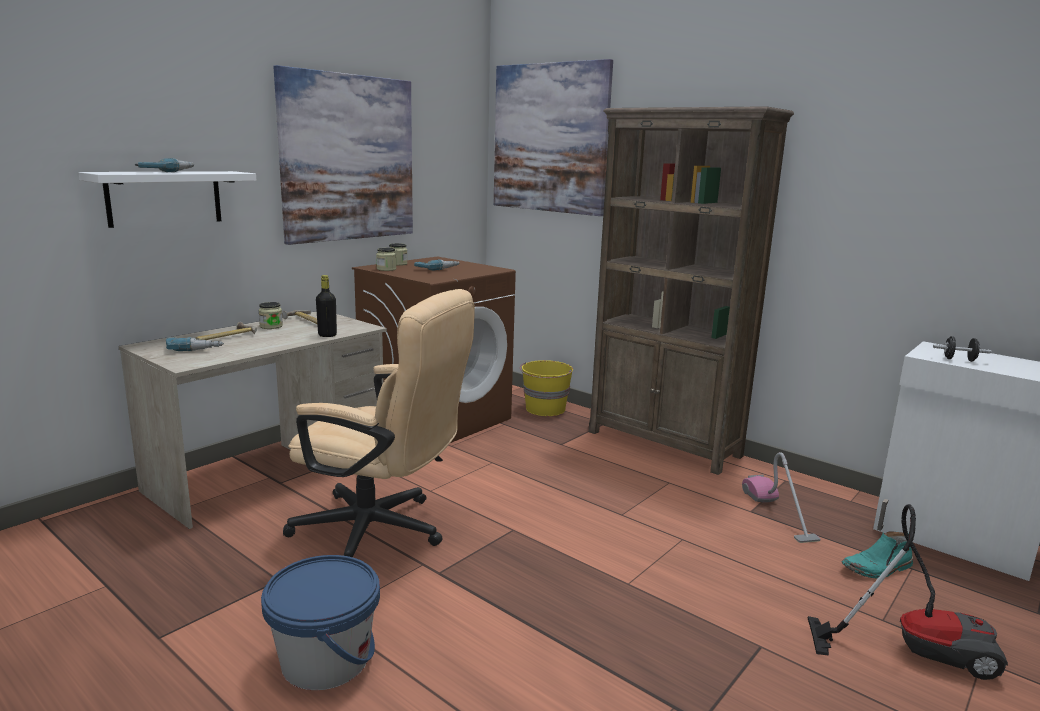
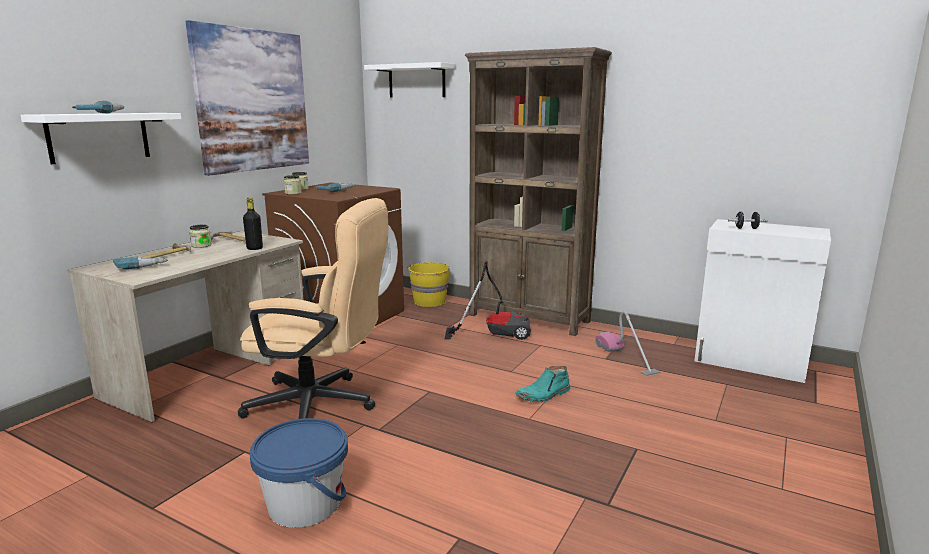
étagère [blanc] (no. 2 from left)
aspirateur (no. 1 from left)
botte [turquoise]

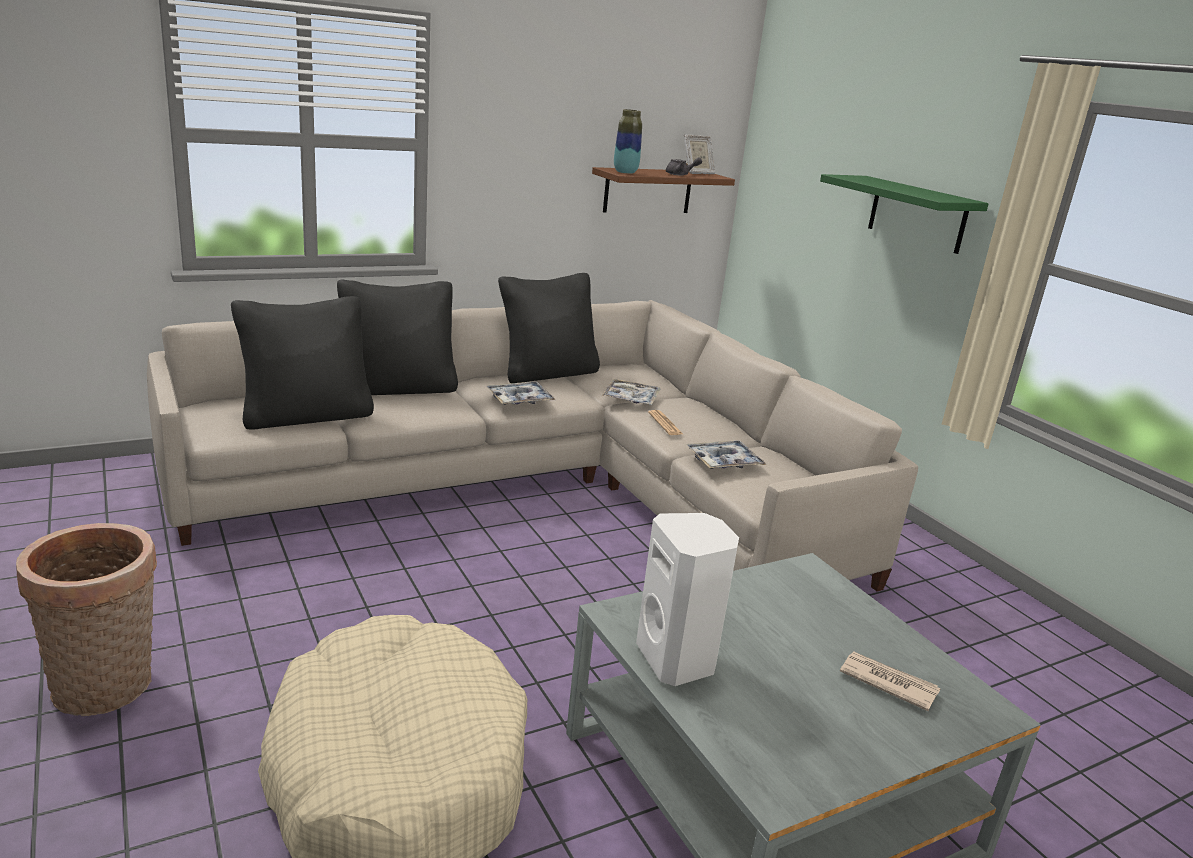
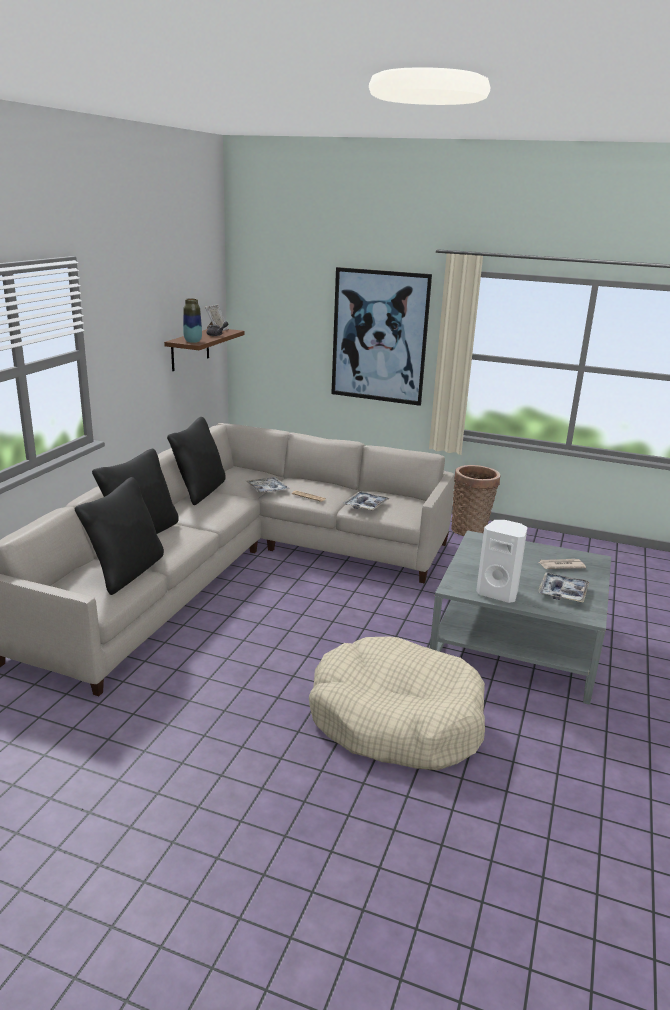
tableau
panier
plateau (no. 3 from left)

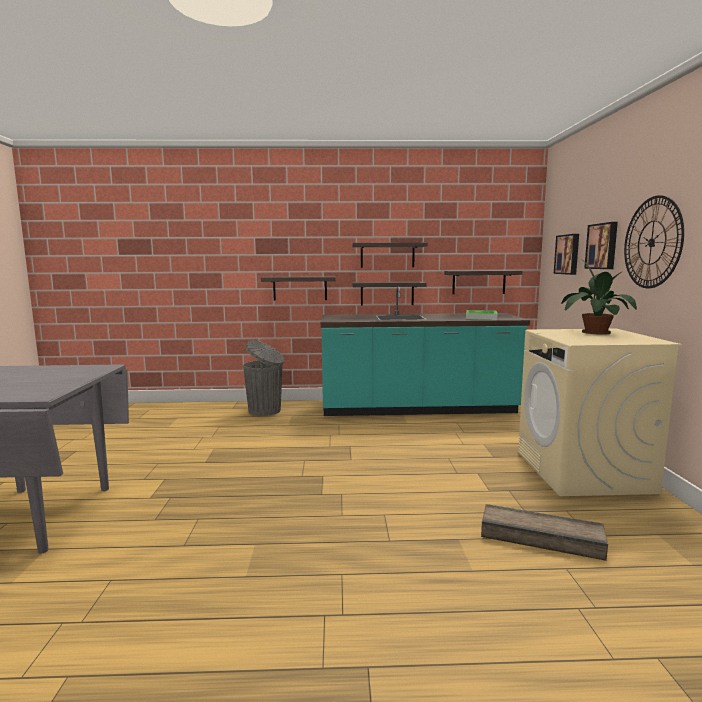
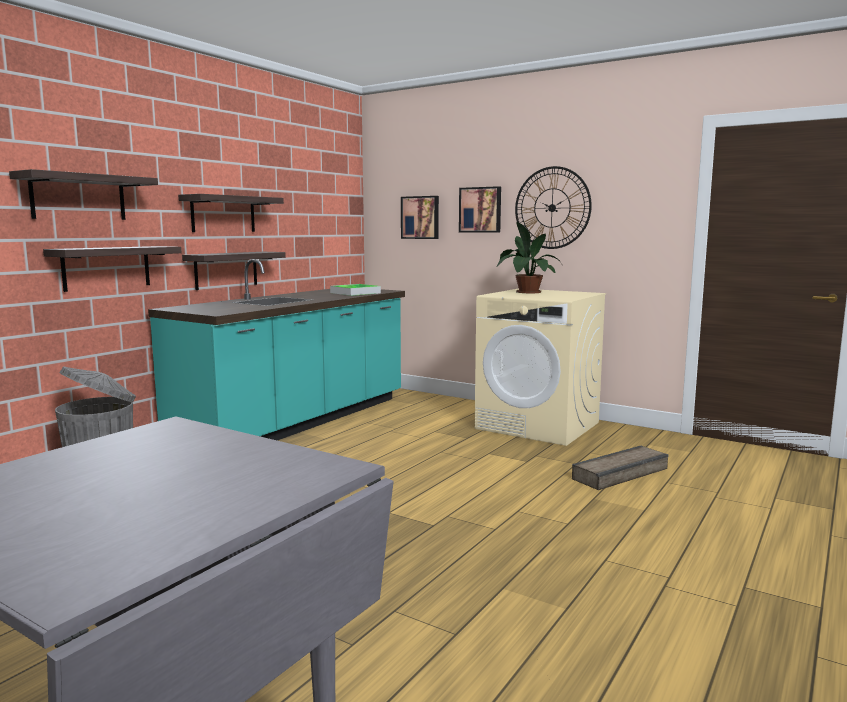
étagère (no. 1 from left)

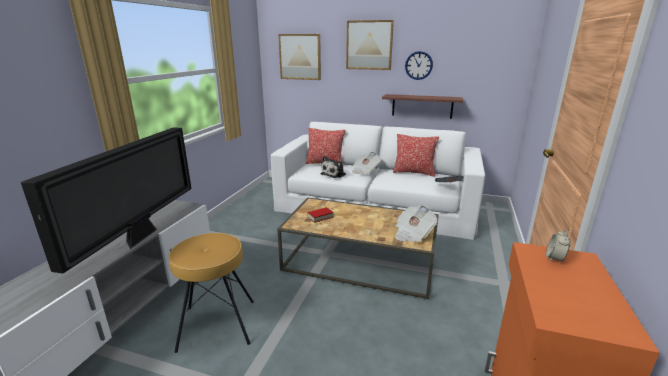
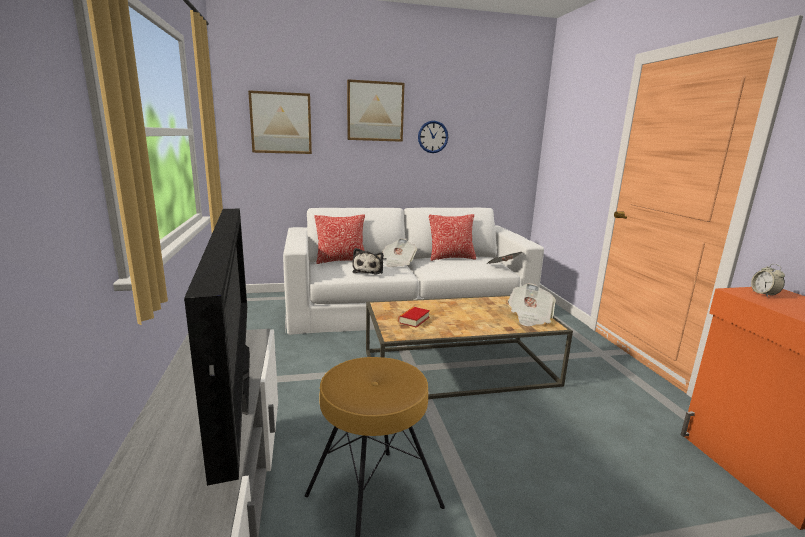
étagère

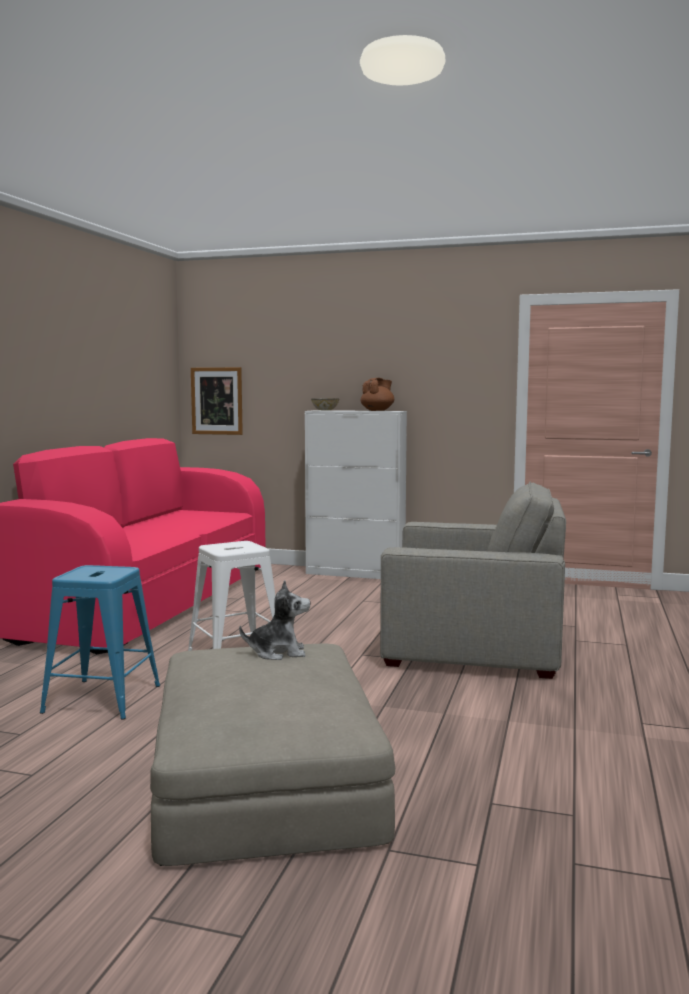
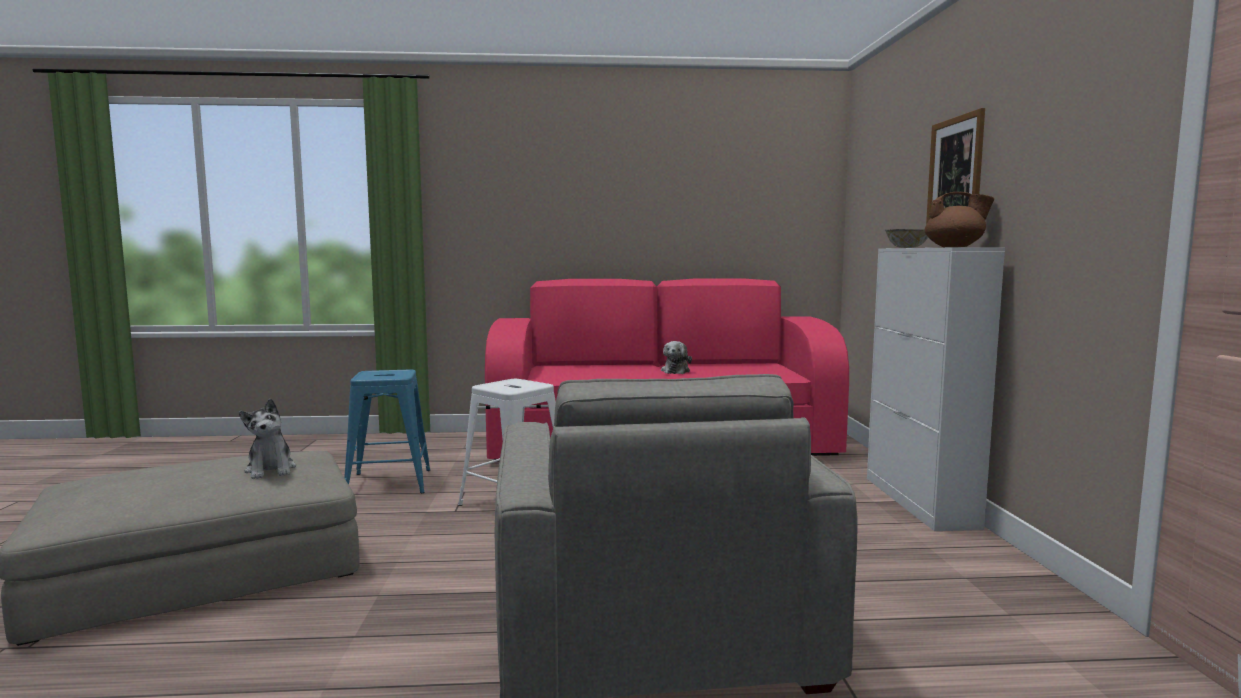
peluche (no. 2 from left)
tableau

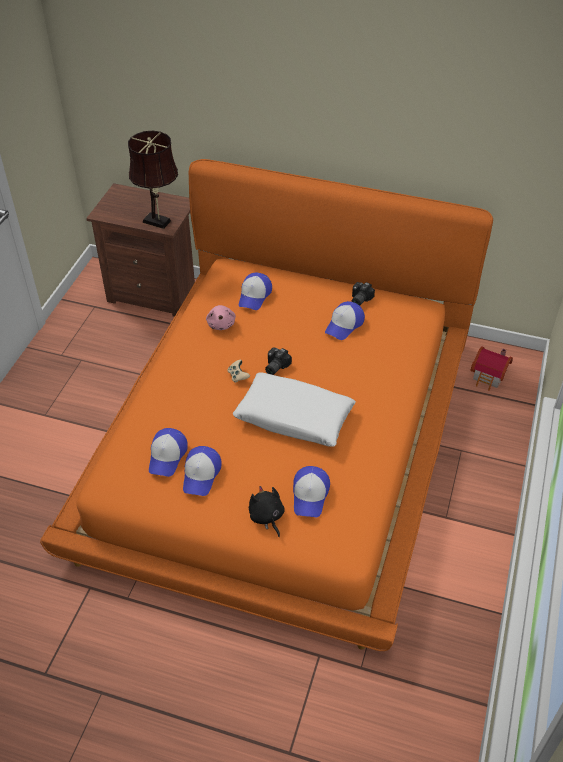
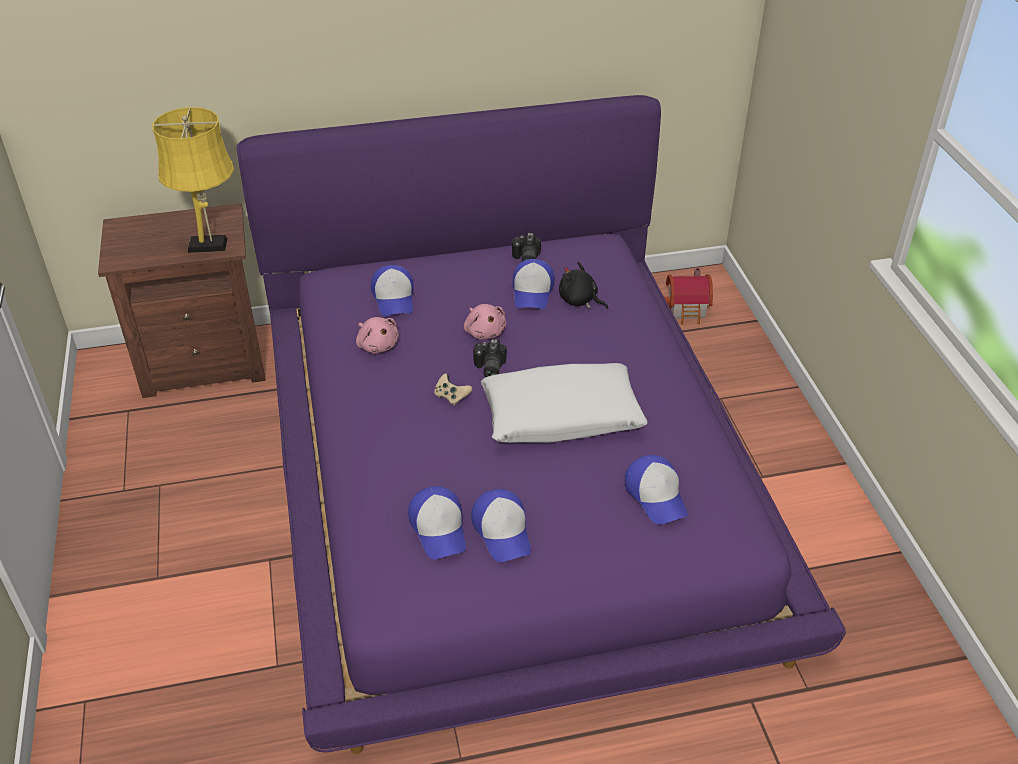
lampe de table [jaune]
lit [violet]
peluche [rose] (no. 2 from left)
peluche [noir]

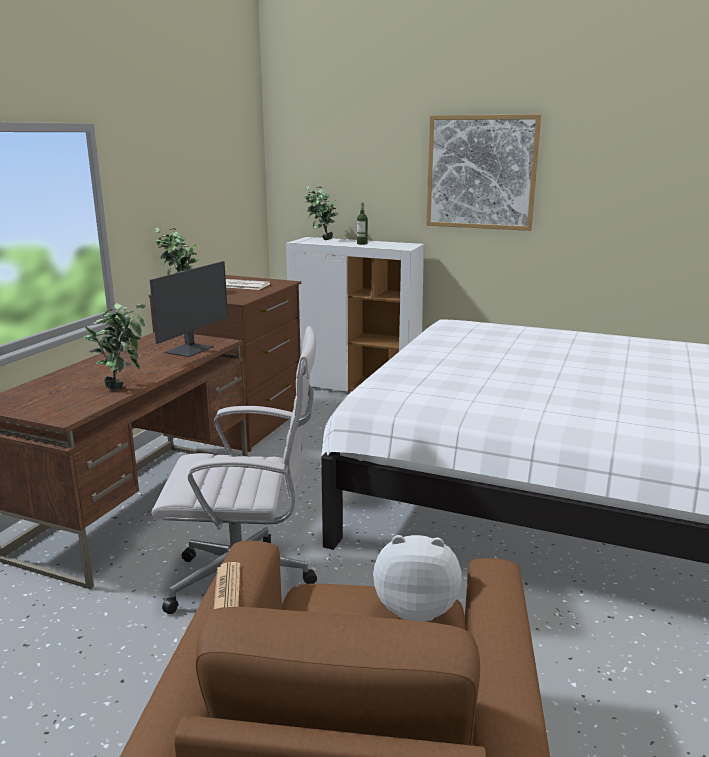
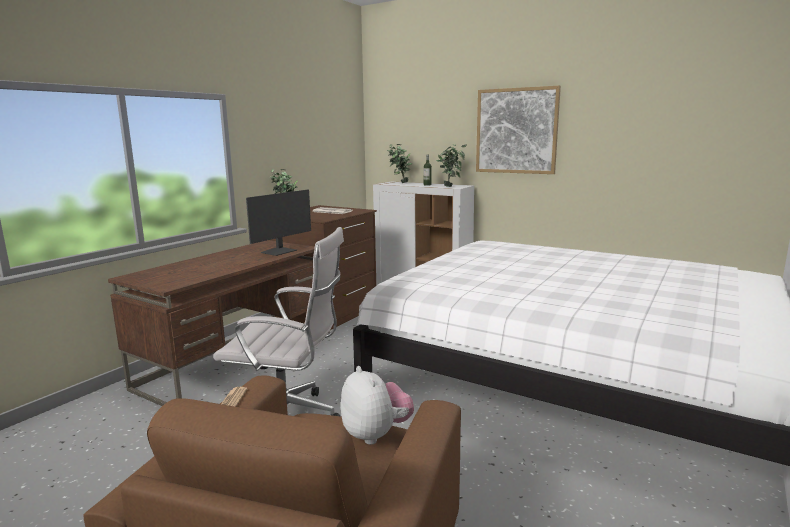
peluche
plante en pot (no. 3 from left)

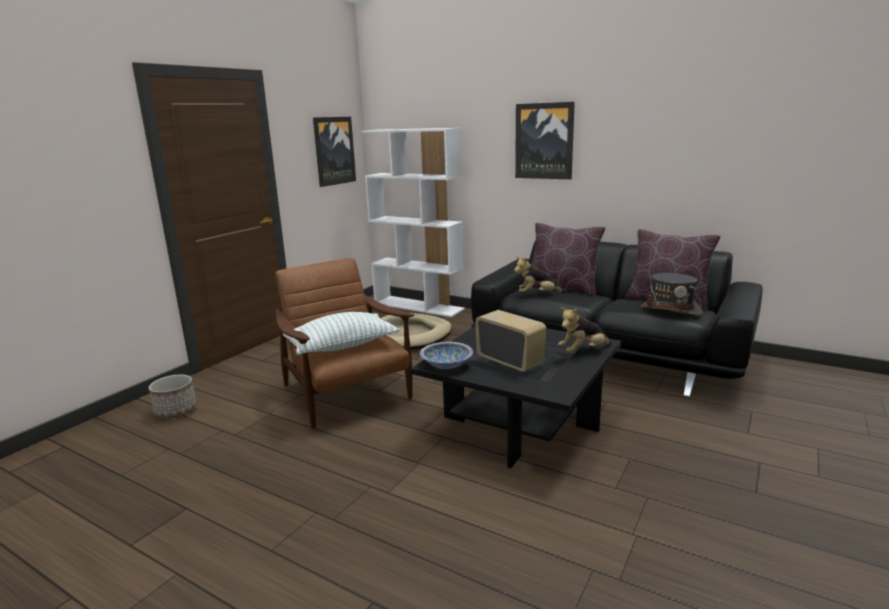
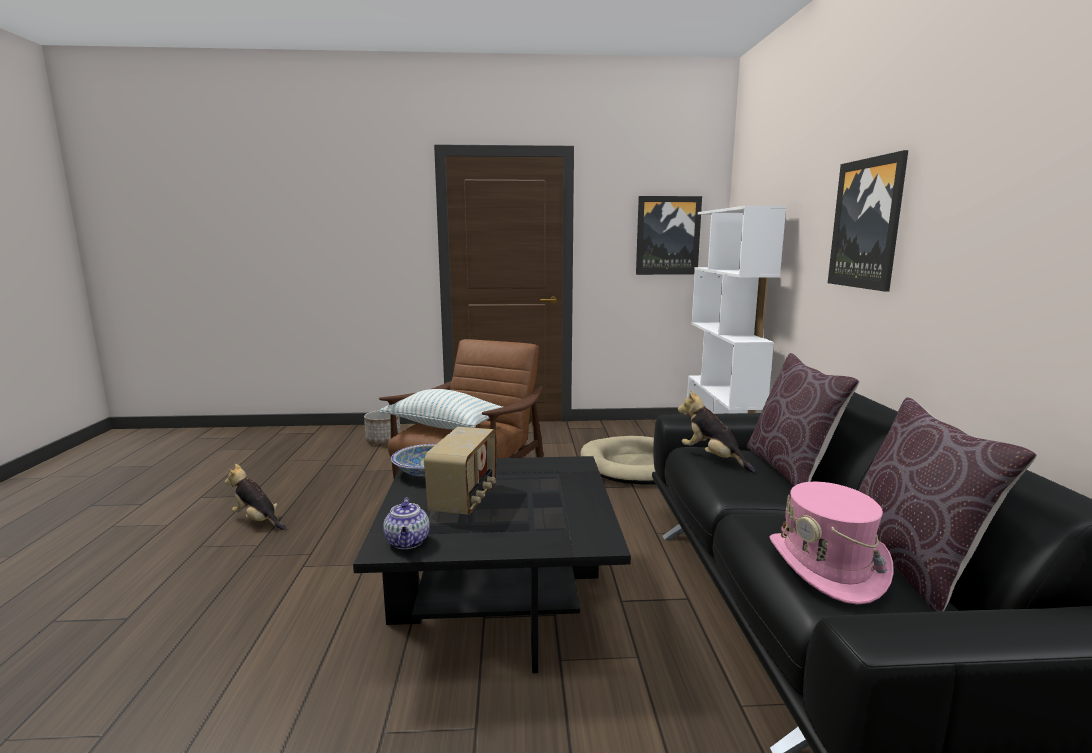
peluche (no. 1 from left)
théière
chapeau [rose]

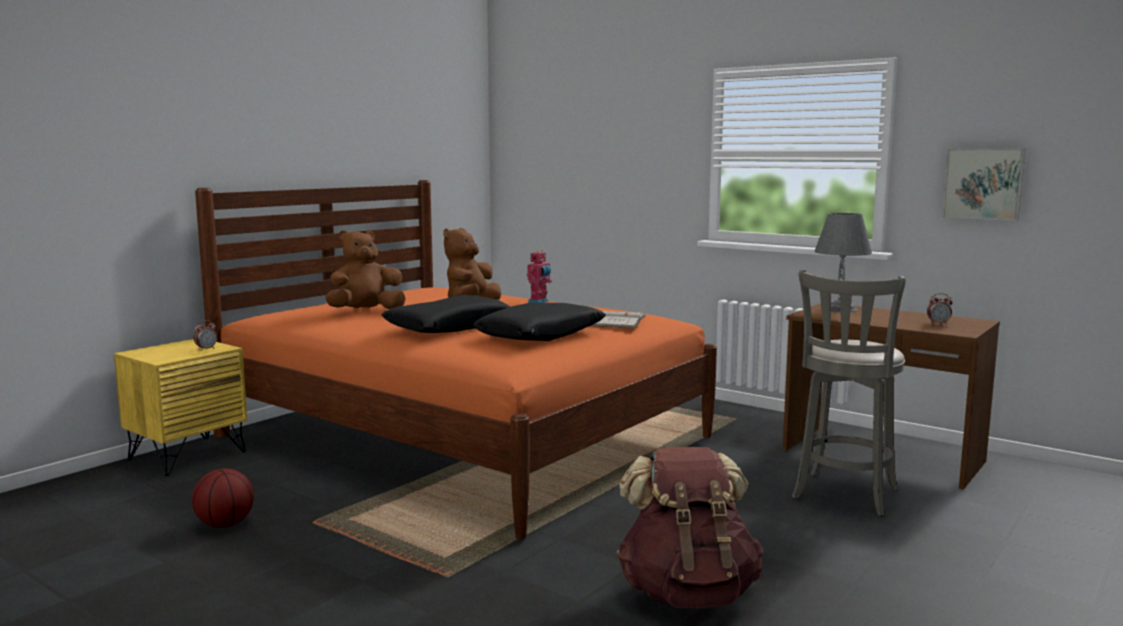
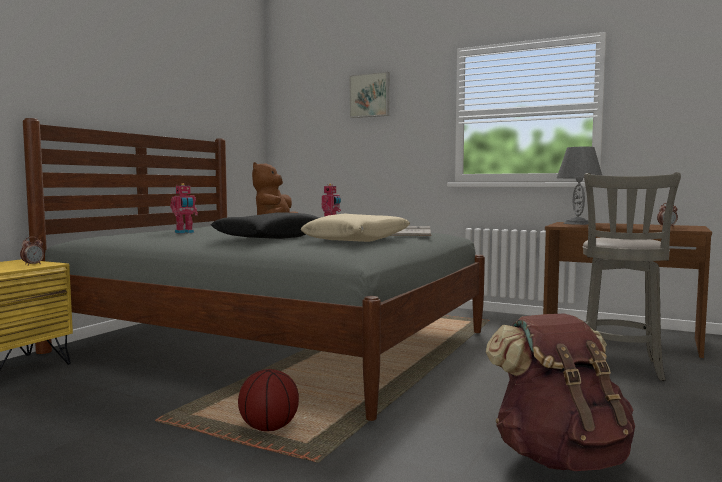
lit [gris]
robot jouet (no. 1 from left)
ballon de basket
coussin [beige]
tableau

